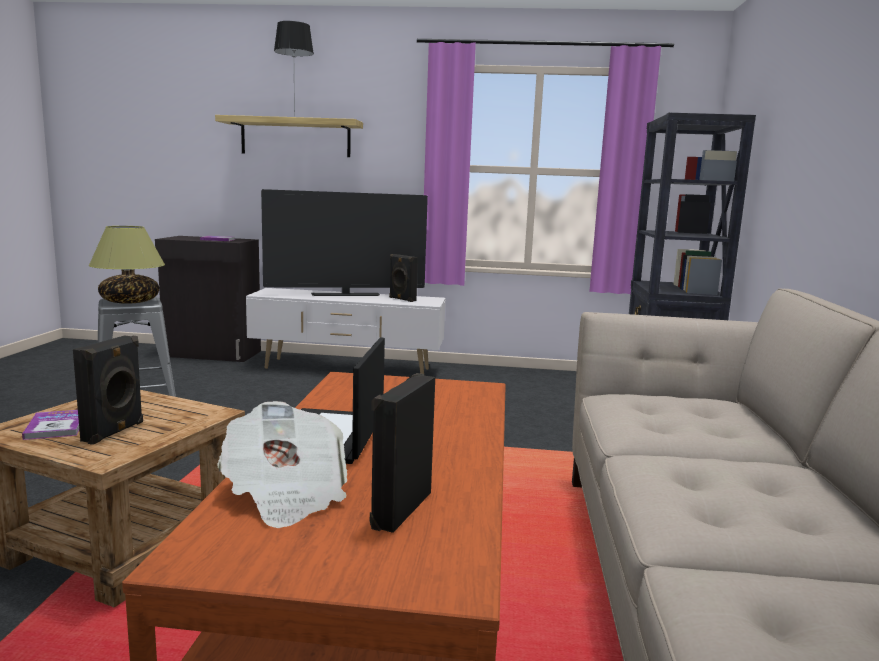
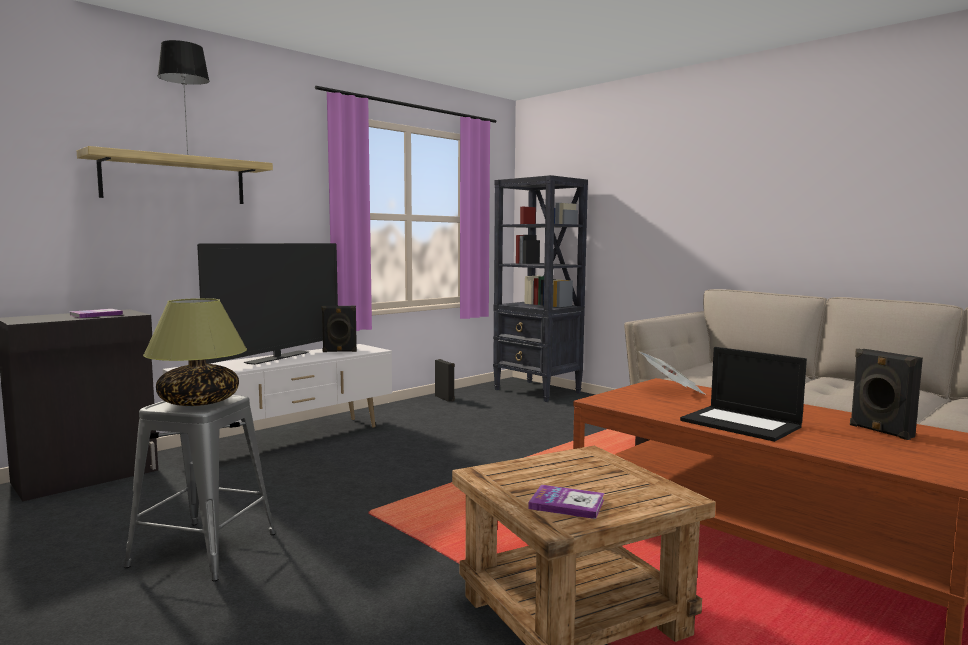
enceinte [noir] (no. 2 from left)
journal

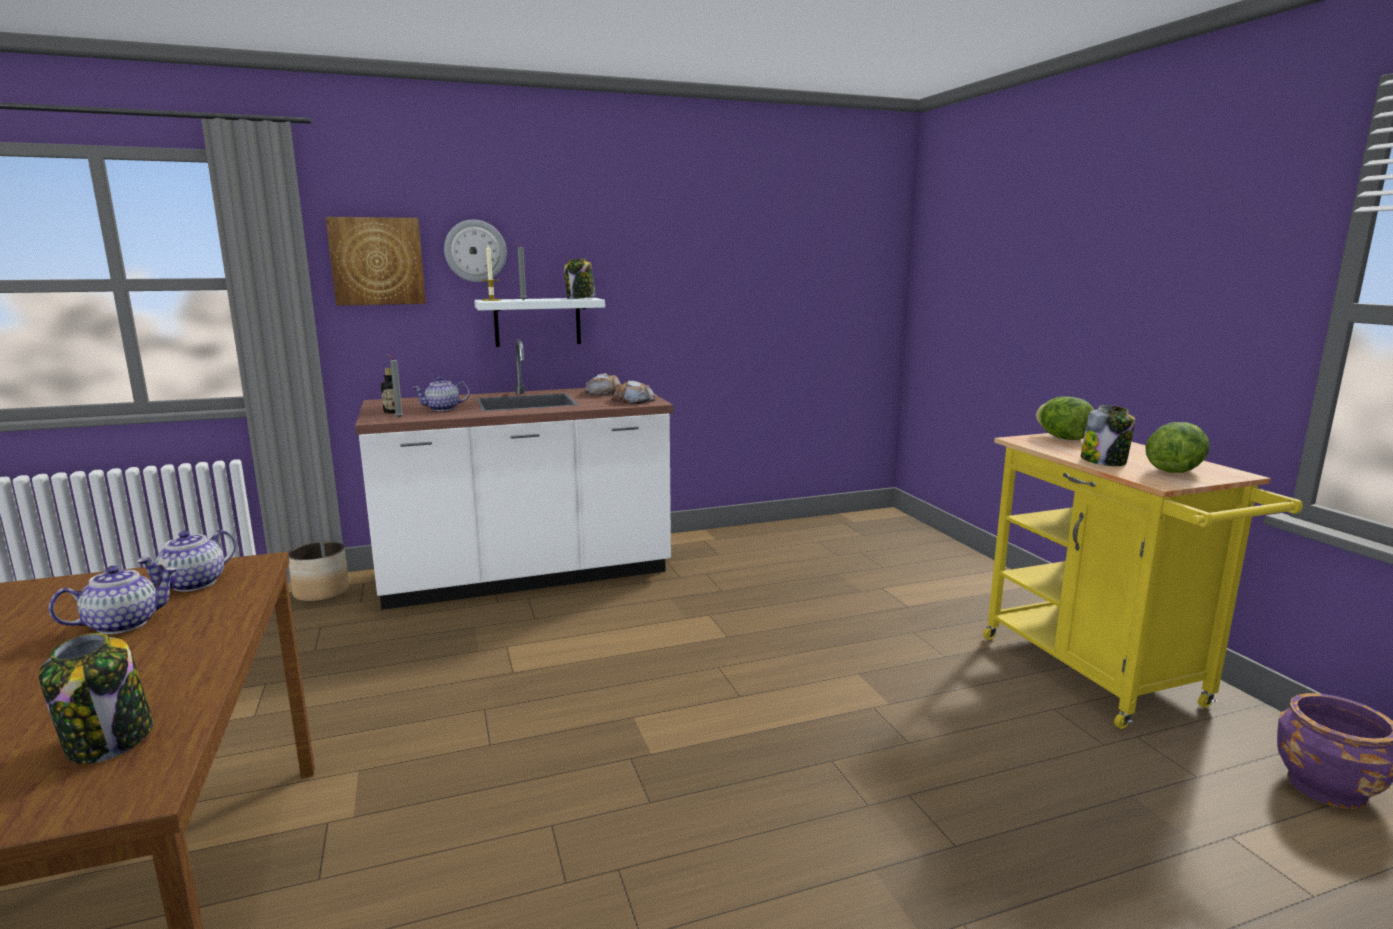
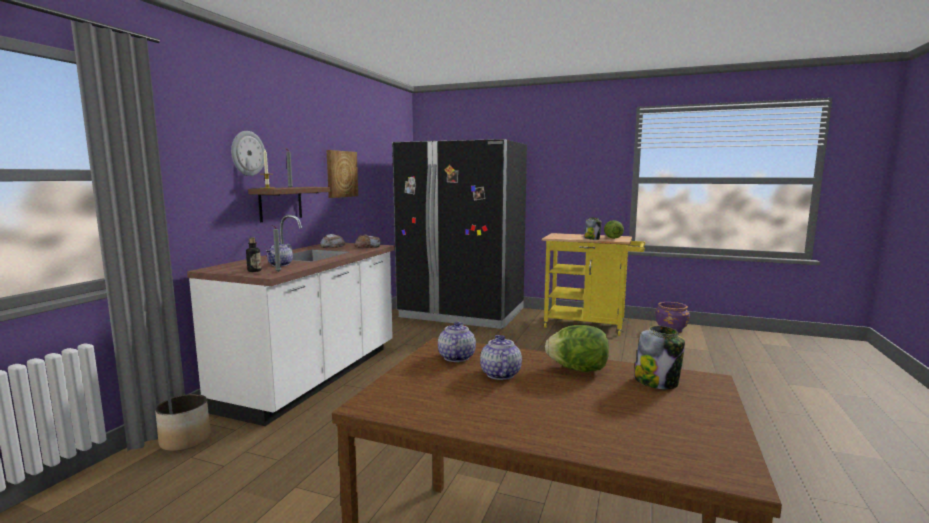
étagère [marron]
tableau
réfrigérateur [noir]
théière (no. 2 from left)
laitue (no. 1 from left)
bocal (no. 2 from left in the first image)

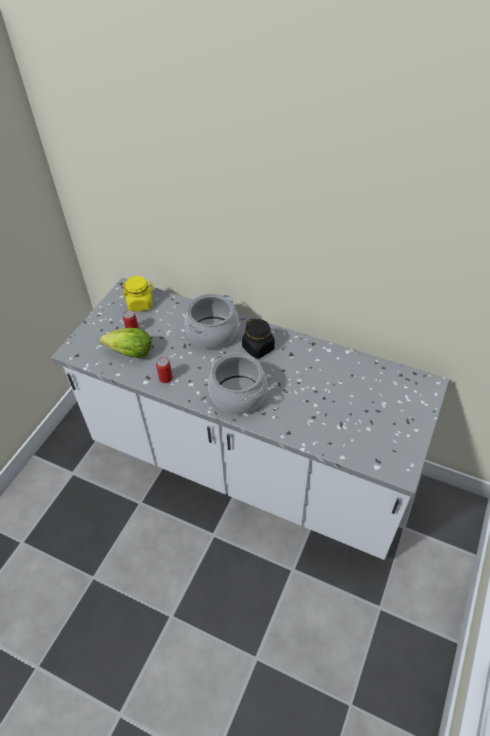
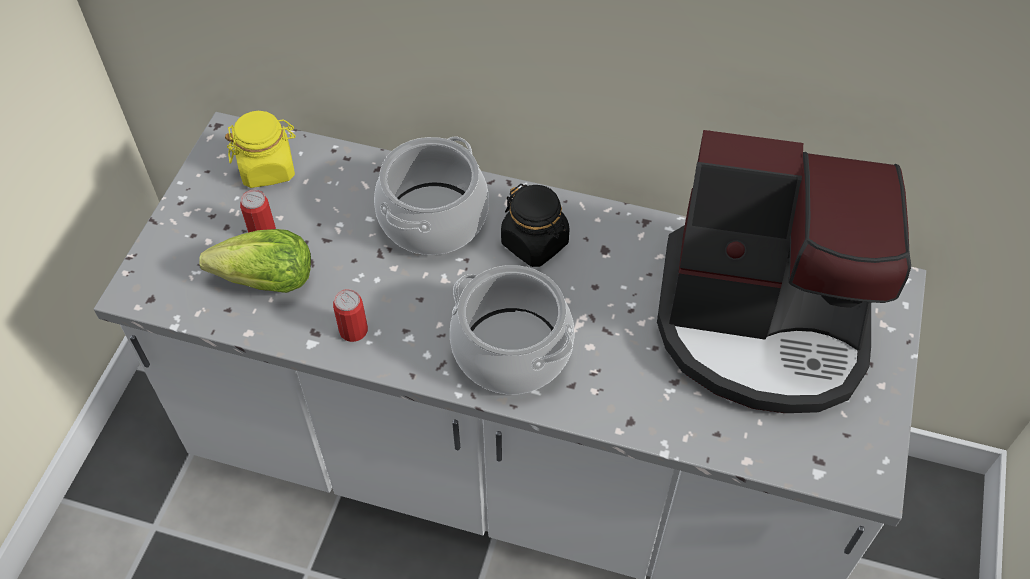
machine à café

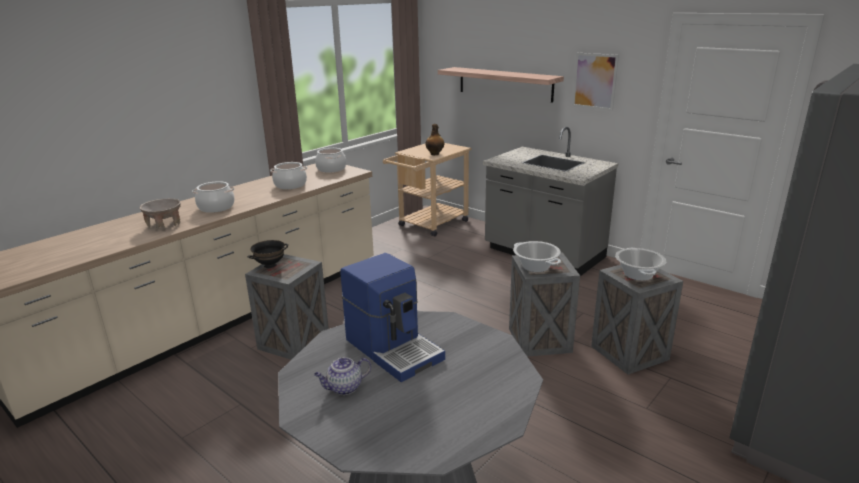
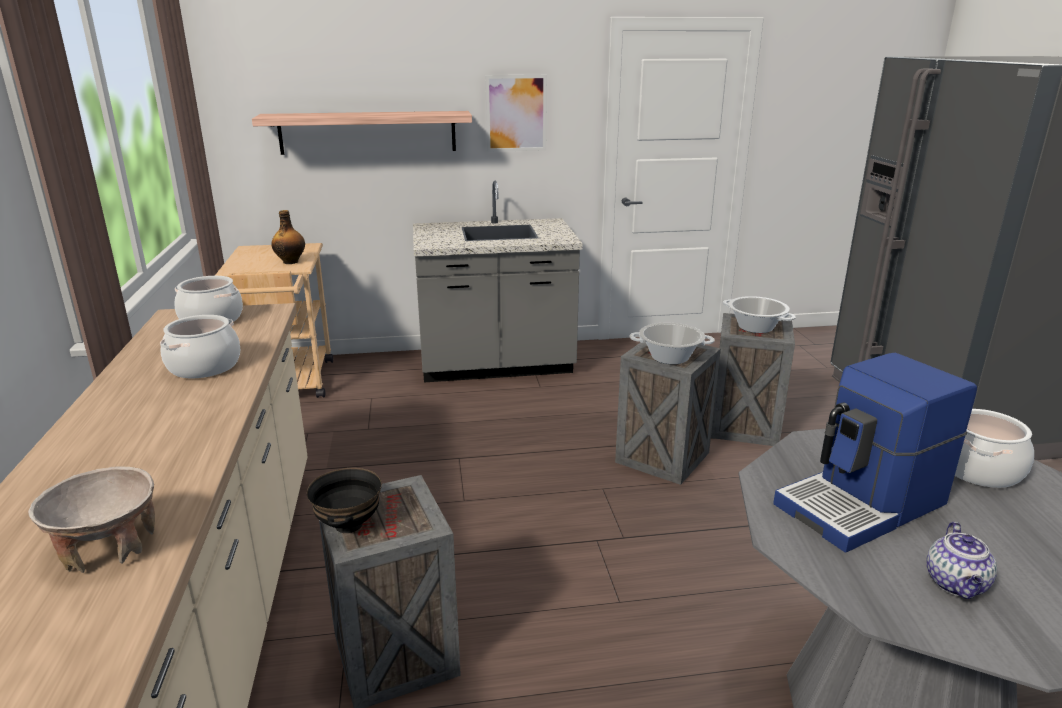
machine à café
marmite (no. 5 from left)

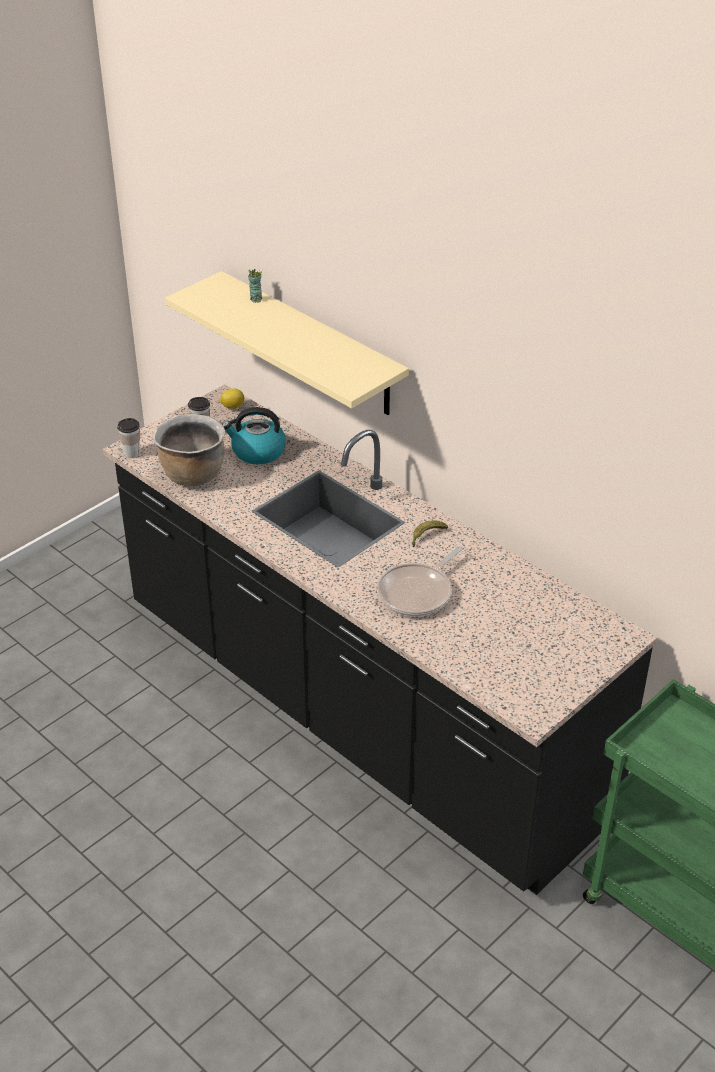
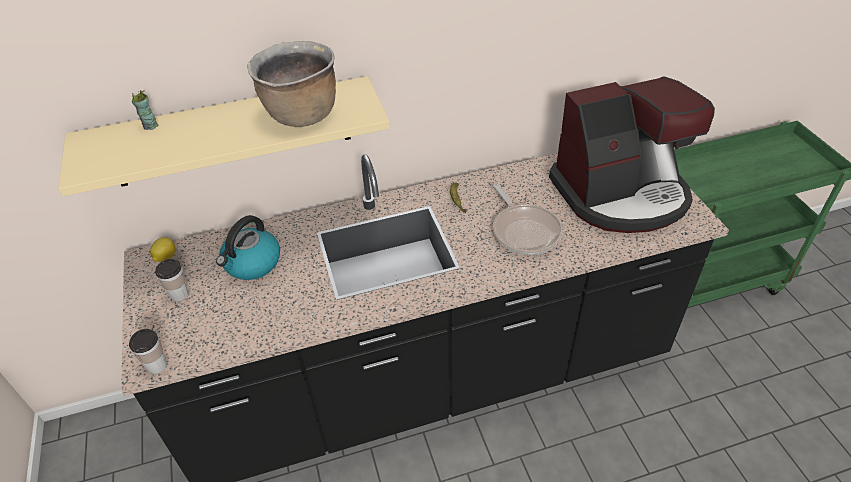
marmite [marron]
machine à café

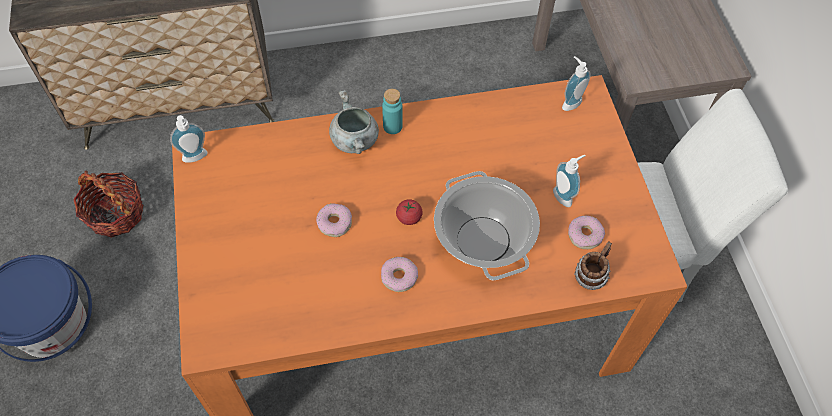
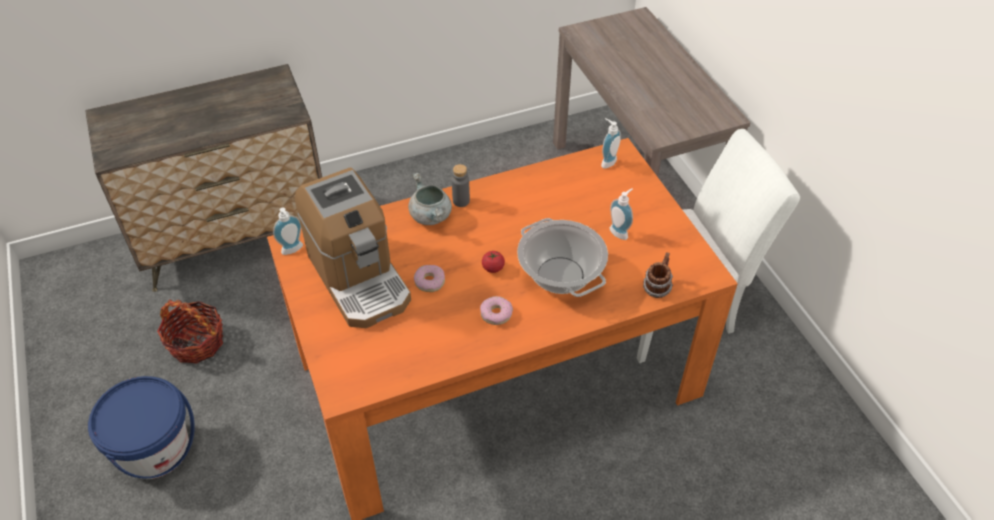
machine à café
bouteille [gris]
beignet (no. 3 from left in the first image)

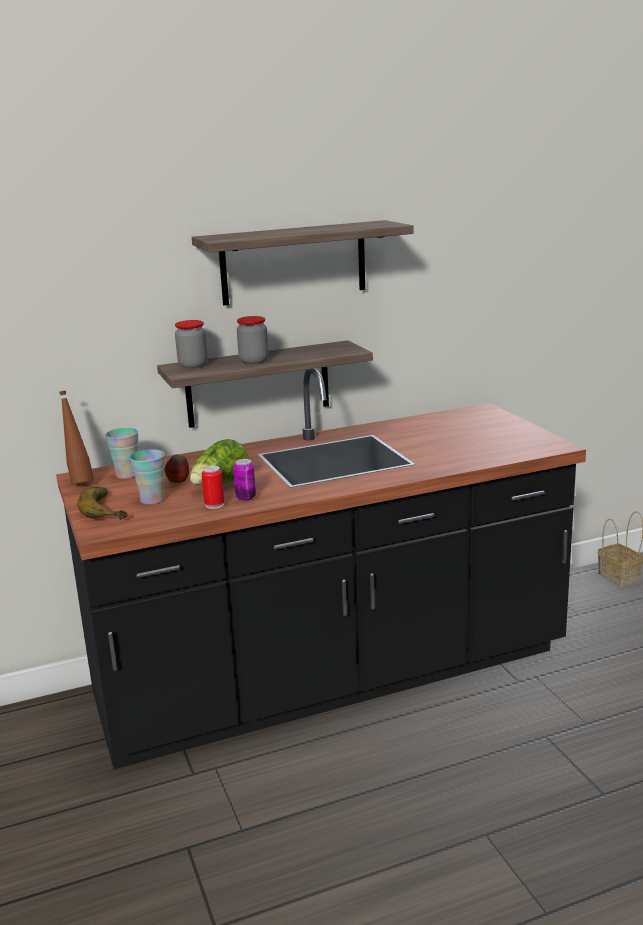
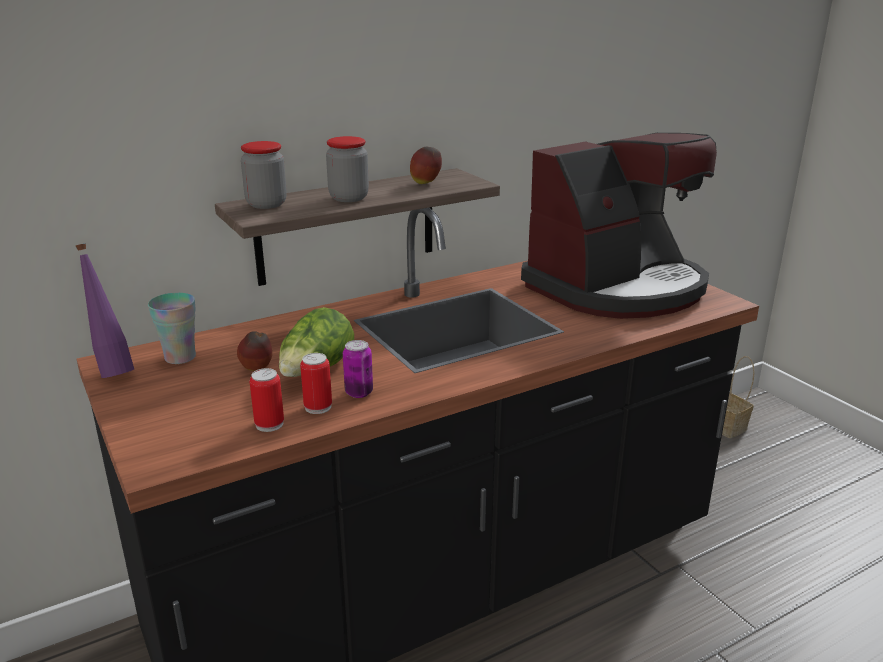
bouteille [violet]
boîte métallique (no. 1 from left)
pomme (no. 2 from left)
machine à café
banane
tasse (no. 2 from left in the first image)
étagère (no. 2 from left in the first image)

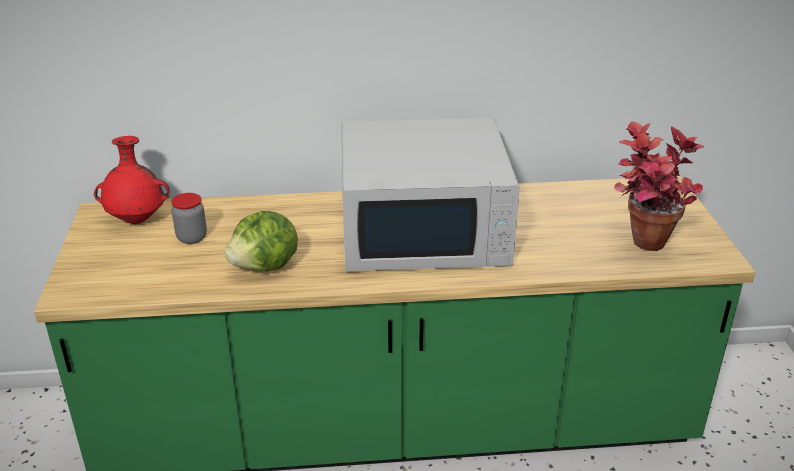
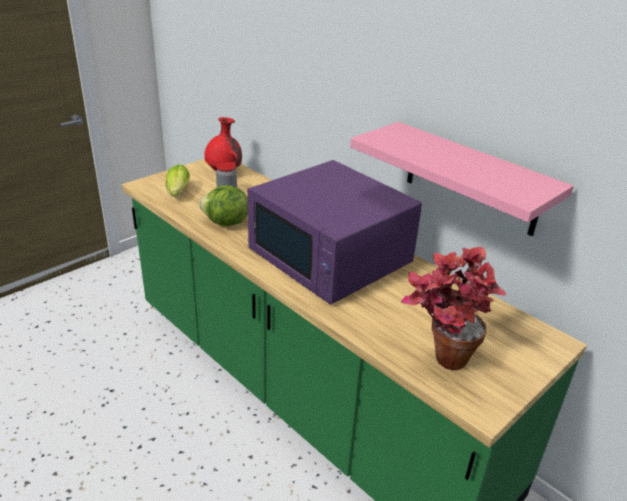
laitue (no. 1 from left)
micro-ondes [violet]
étagère [rose]

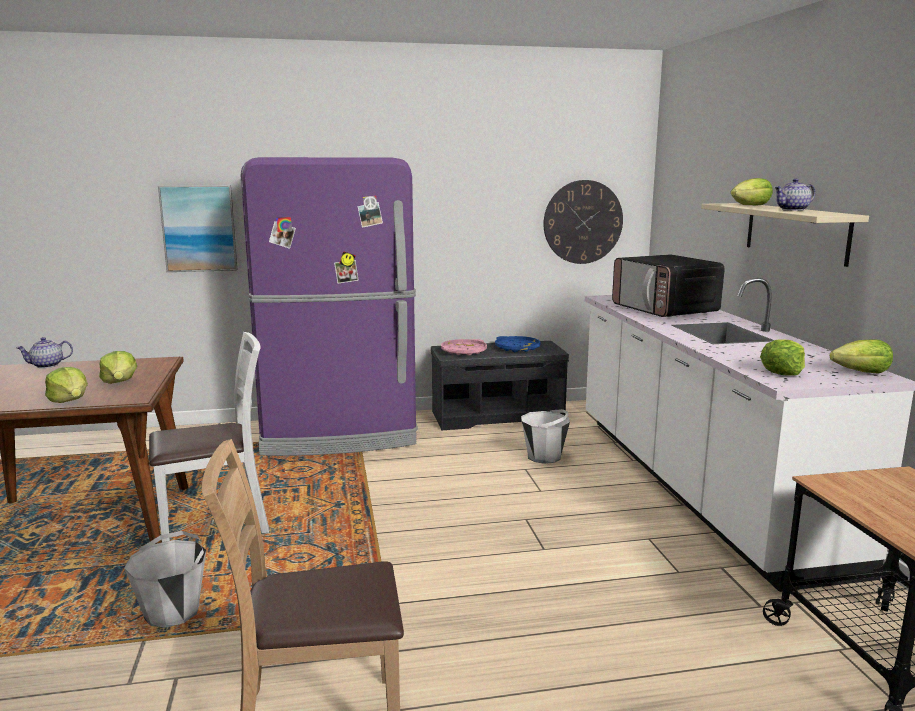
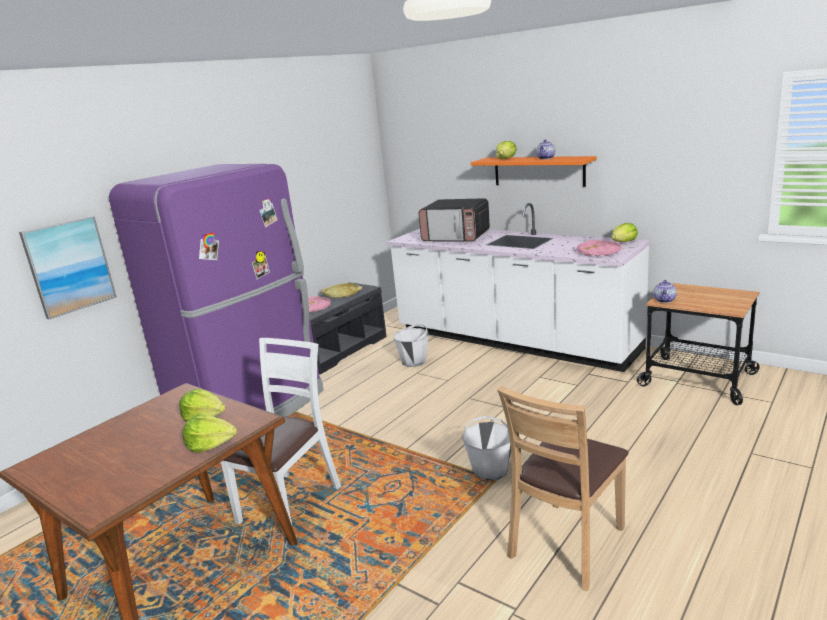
plateau [jaune]
seau [blanc] (no. 2 from left)
étagère [orange]
plateau [rose] (no. 2 from left)
théière (no. 2 from left)
horloge murale

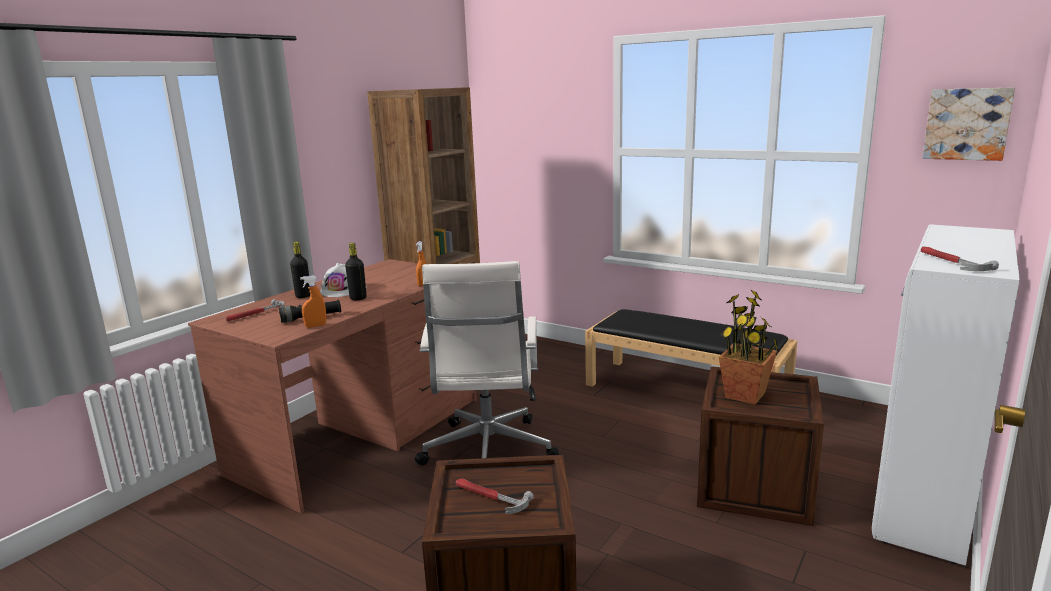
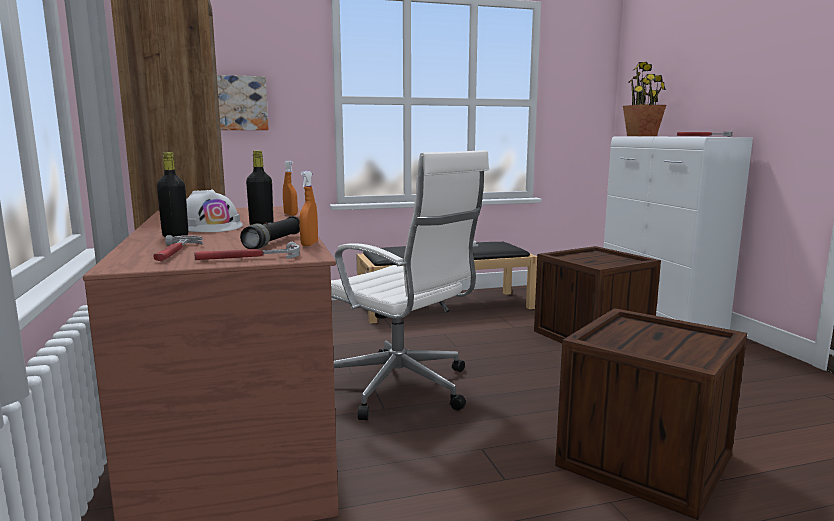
marteau (no. 2 from left)
tableau
plante en pot

